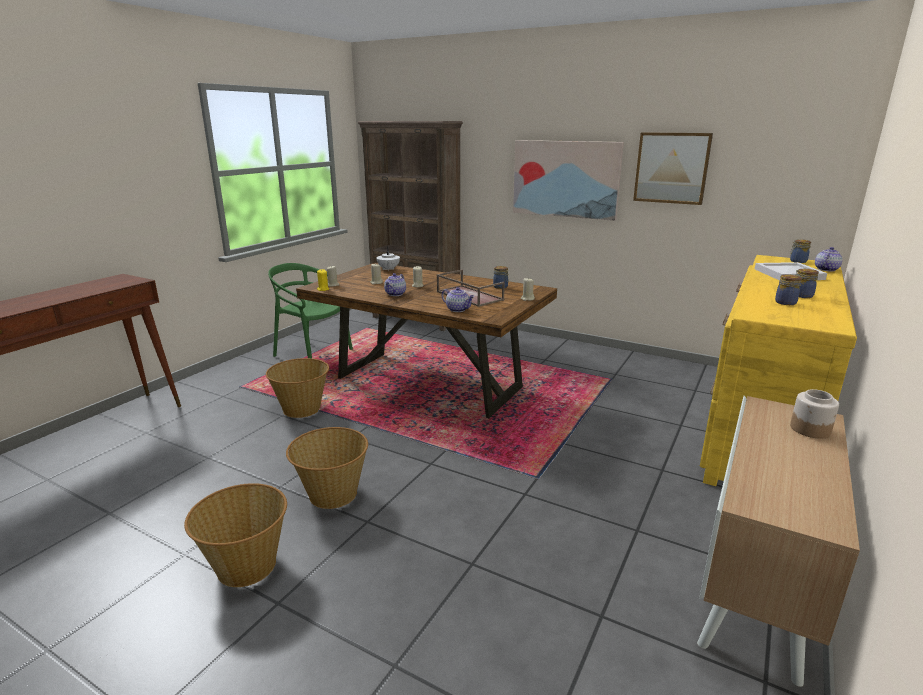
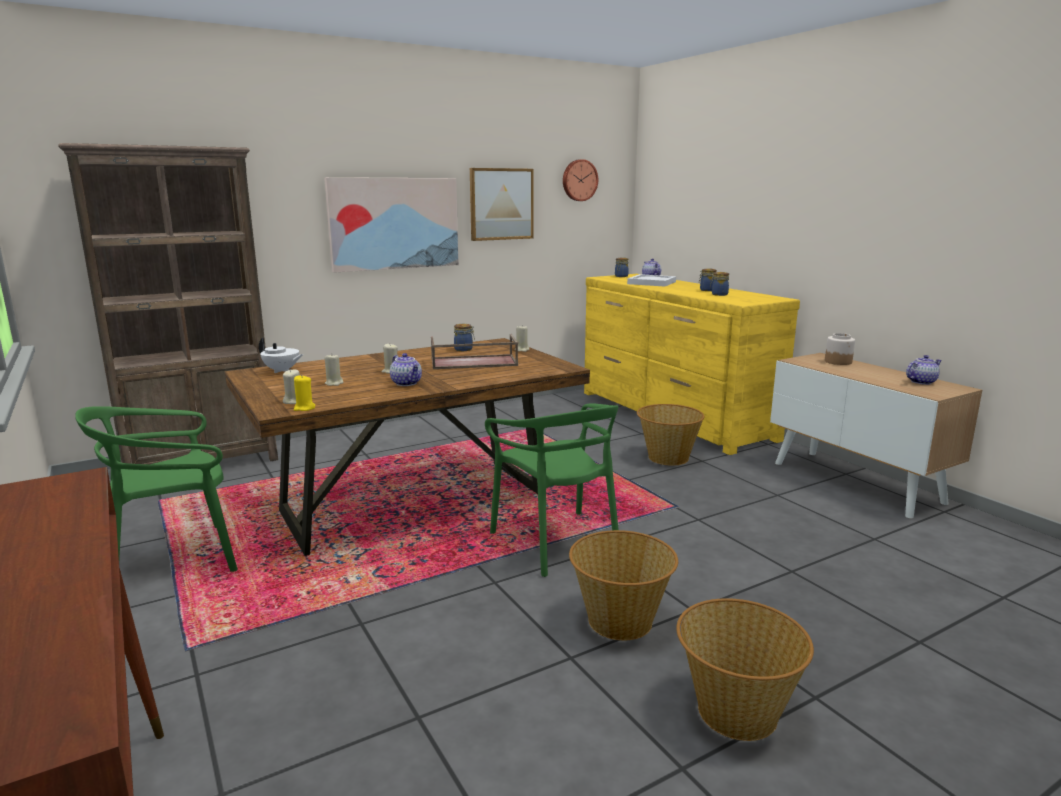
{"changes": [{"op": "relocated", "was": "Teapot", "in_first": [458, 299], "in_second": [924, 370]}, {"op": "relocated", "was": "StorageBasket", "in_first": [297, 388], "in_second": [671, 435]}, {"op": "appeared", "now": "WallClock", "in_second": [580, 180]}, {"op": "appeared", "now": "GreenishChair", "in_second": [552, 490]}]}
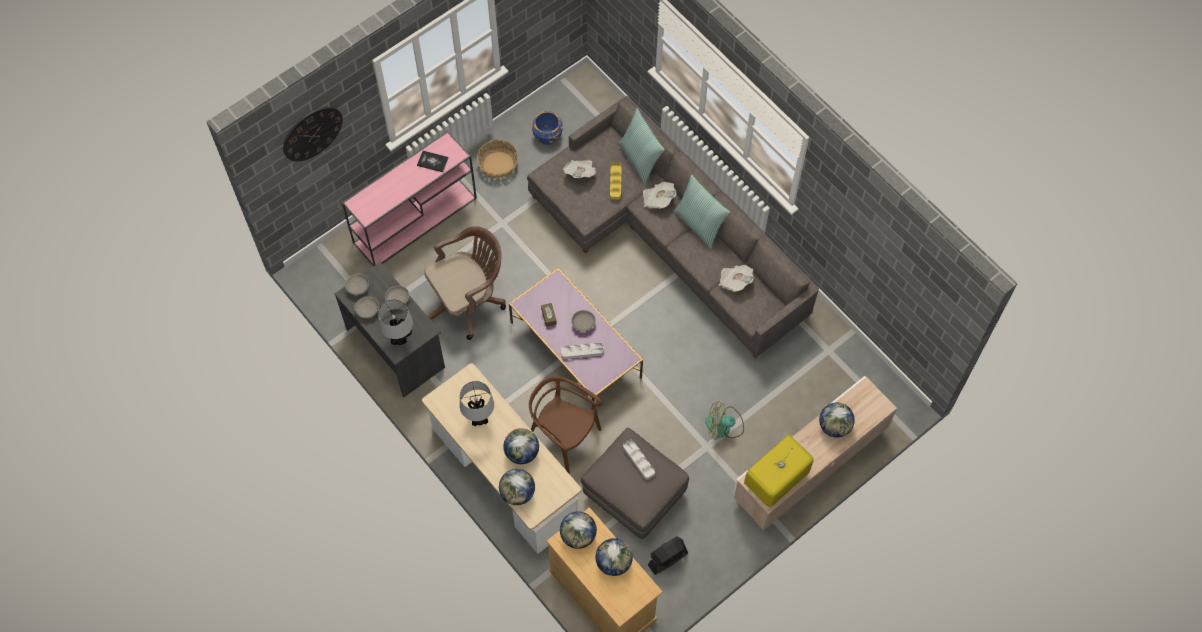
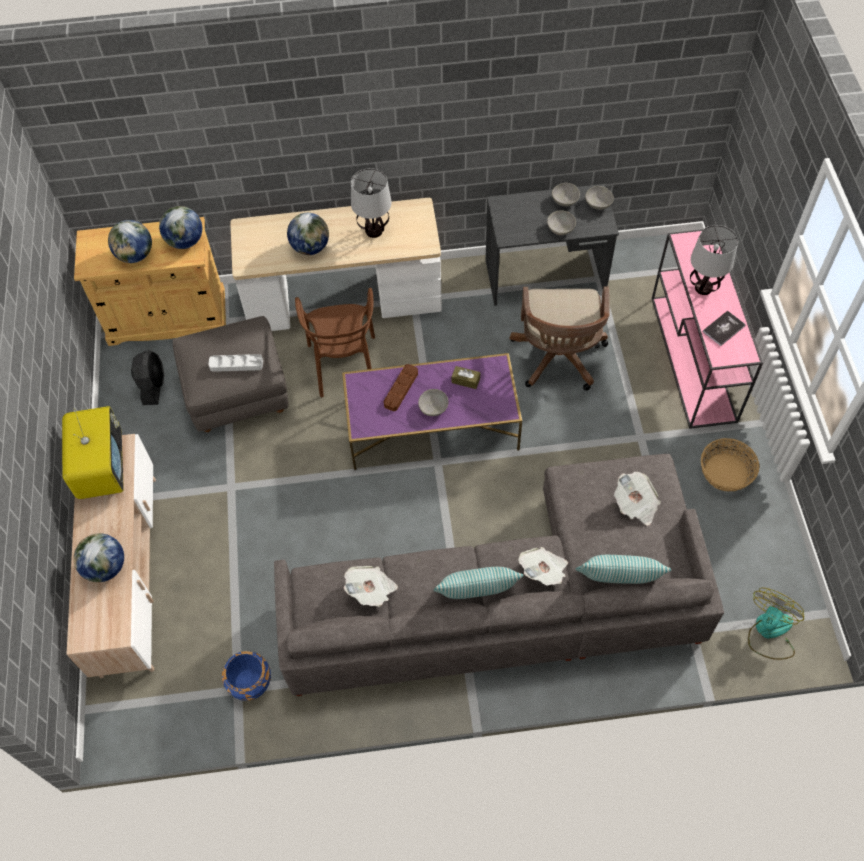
{"changes": [{"op": "missing", "was": "WallClock", "in_first": [313, 134]}, {"op": "relocated", "was": "BluePlantPot", "in_first": [547, 128], "in_second": [246, 676]}, {"op": "missing", "was": "YellowServingTray", "in_first": [616, 181]}, {"op": "relocated", "was": "TableLamp", "in_first": [395, 322], "in_second": [714, 260]}, {"op": "colour", "was": "GreyishServingTray", "now": "BrownColouredServingTray", "in_first": [582, 351], "in_second": [401, 387]}, {"op": "spun", "was": "BrownColouredChair", "in_first": [566, 424], "in_second": [335, 342], "clockwise": 105}, {"op": "relocated", "was": "ElectricFan", "in_first": [724, 420], "in_second": [776, 624]}, {"op": "missing", "was": "WorldGlobe", "in_first": [517, 487]}]}
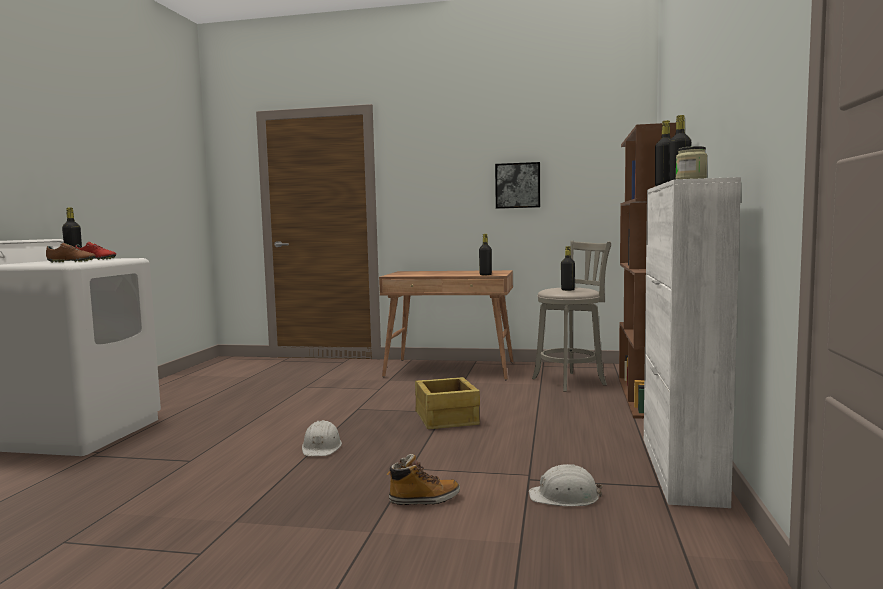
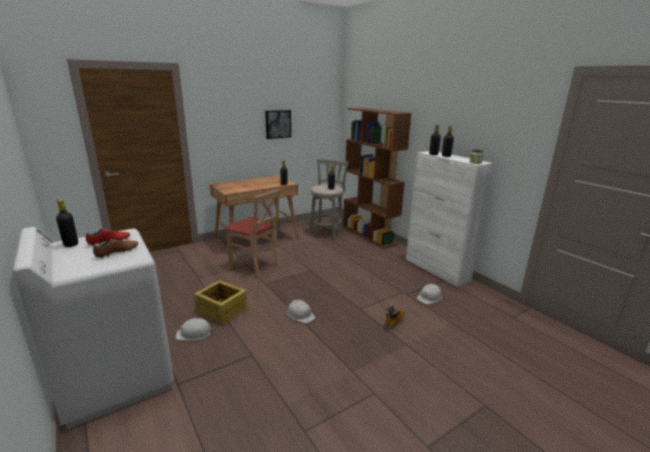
{"changes": [{"op": "relocated", "was": "PackingCrate", "in_first": [447, 403], "in_second": [220, 302]}, {"op": "appeared", "now": "BeigeColouredChair", "in_second": [252, 233]}, {"op": "appeared", "now": "WhiteWorkHelmet", "in_second": [194, 329]}]}
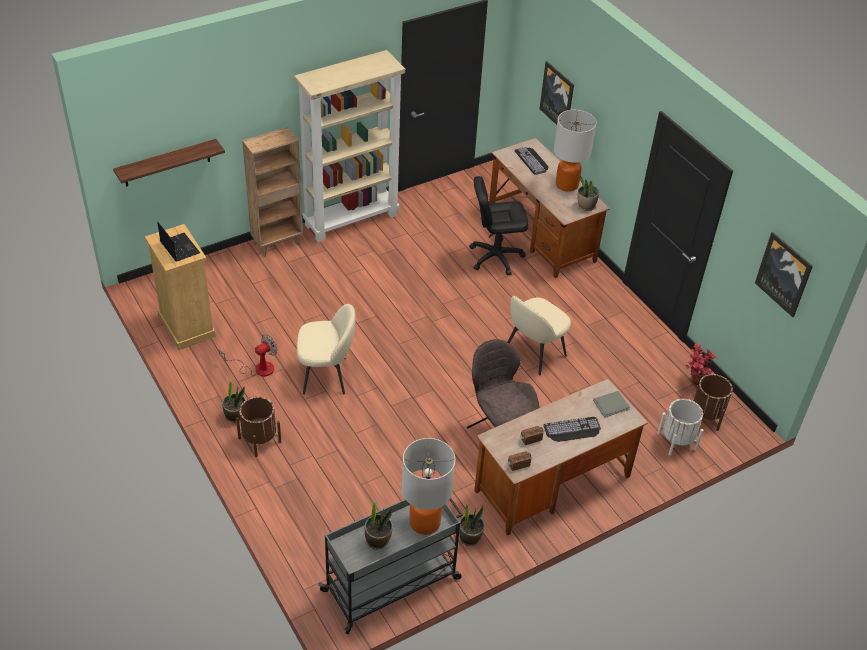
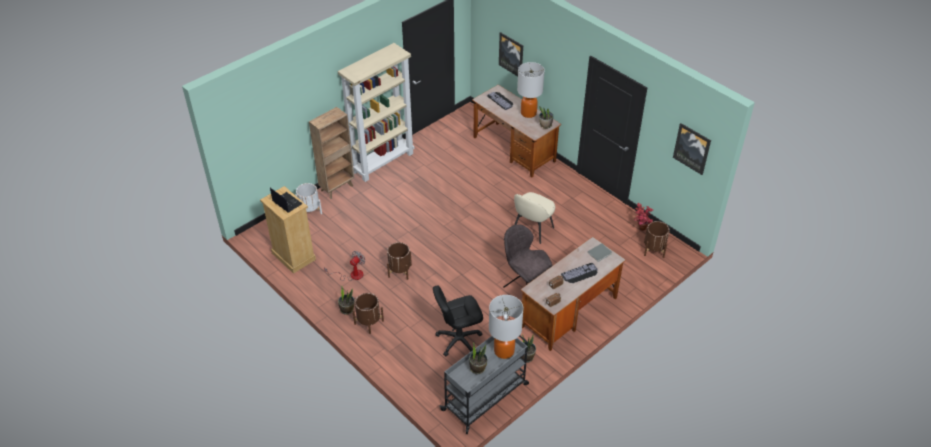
{"changes": [{"op": "missing", "was": "BracketShelf", "in_first": [169, 162]}, {"op": "relocated", "was": "BlackishComputerChair", "in_first": [499, 225], "in_second": [458, 320]}, {"op": "exchanged", "was": "BeigeColouredChair", "now": "BrownColouredPlantPot", "in_first": [326, 349], "in_second": [399, 261]}, {"op": "relocated", "was": "WhitePlantPot", "in_first": [680, 427], "in_second": [309, 198]}]}
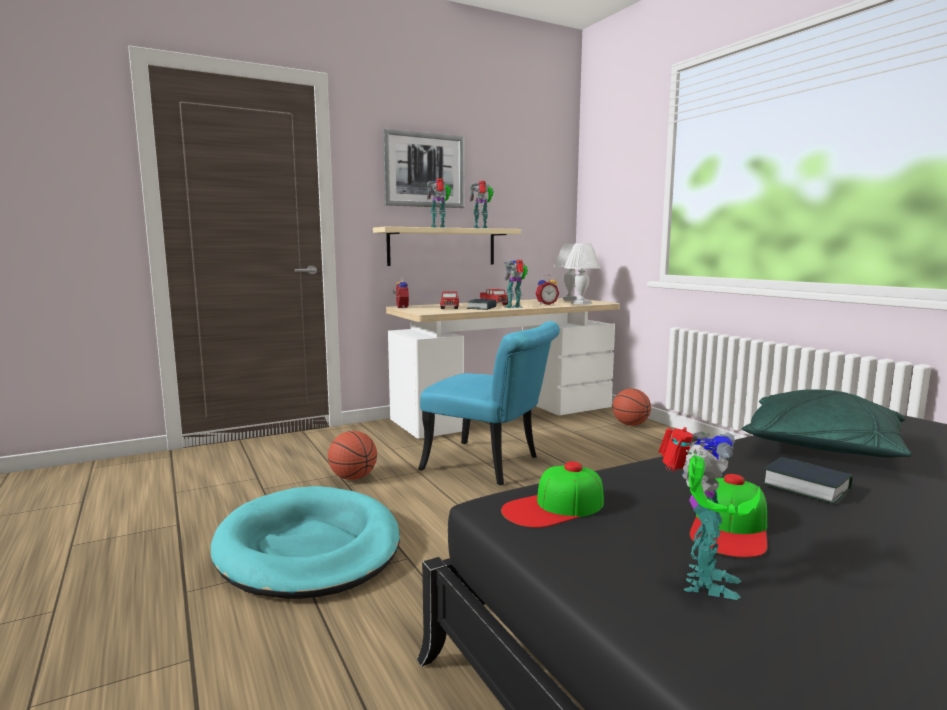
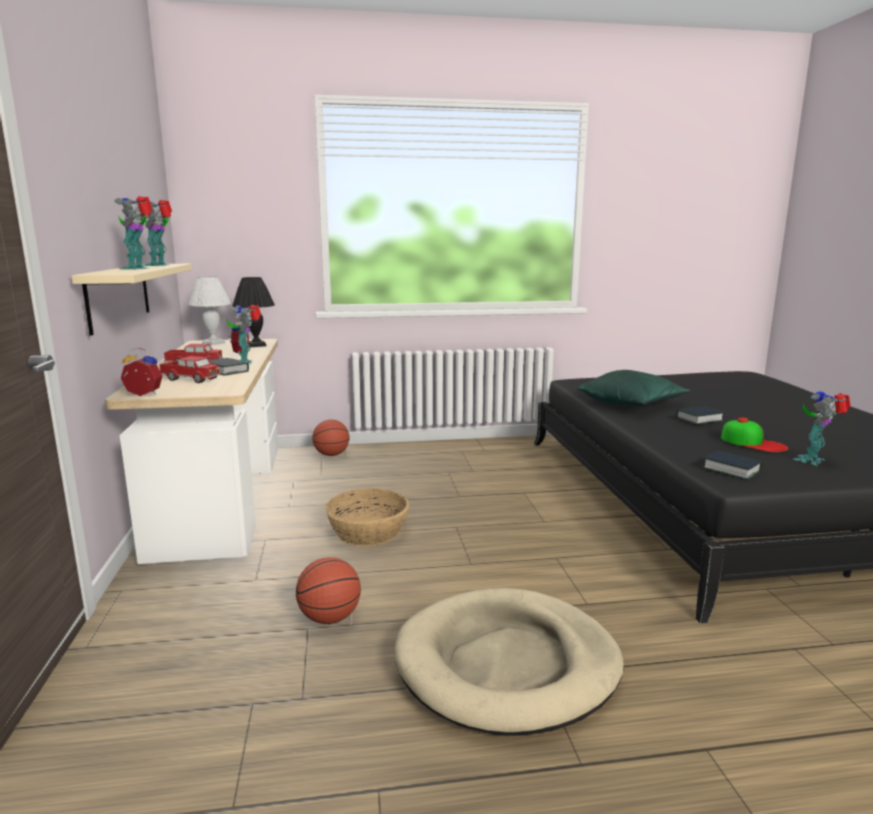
{"changes": [{"op": "missing", "was": "WallPicture", "in_first": [423, 168]}, {"op": "colour", "was": "WhiteTableLamp", "now": "BlackishTableLamp", "in_first": [582, 274], "in_second": [253, 312]}, {"op": "exchanged", "was": "BlueGreenChair", "now": "StorageBasket", "in_first": [489, 403], "in_second": [367, 517]}, {"op": "spun", "was": "ToyRobot", "in_first": [709, 513], "in_second": [822, 428], "clockwise": -90}, {"op": "exchanged", "was": "PeakedCap", "now": "Volume", "in_first": [552, 494], "in_second": [732, 465]}, {"op": "colour", "was": "BlueGreenPetBed", "now": "BeigeColouredPetBed", "in_first": [305, 542], "in_second": [509, 662]}]}
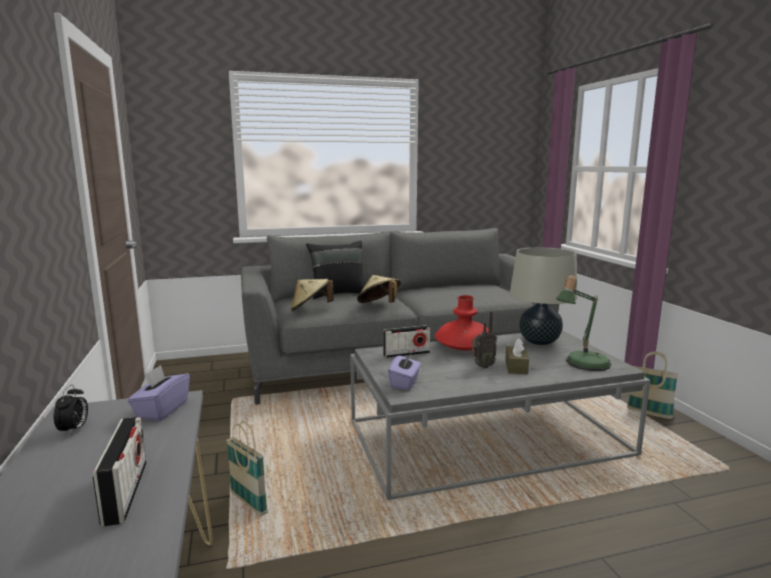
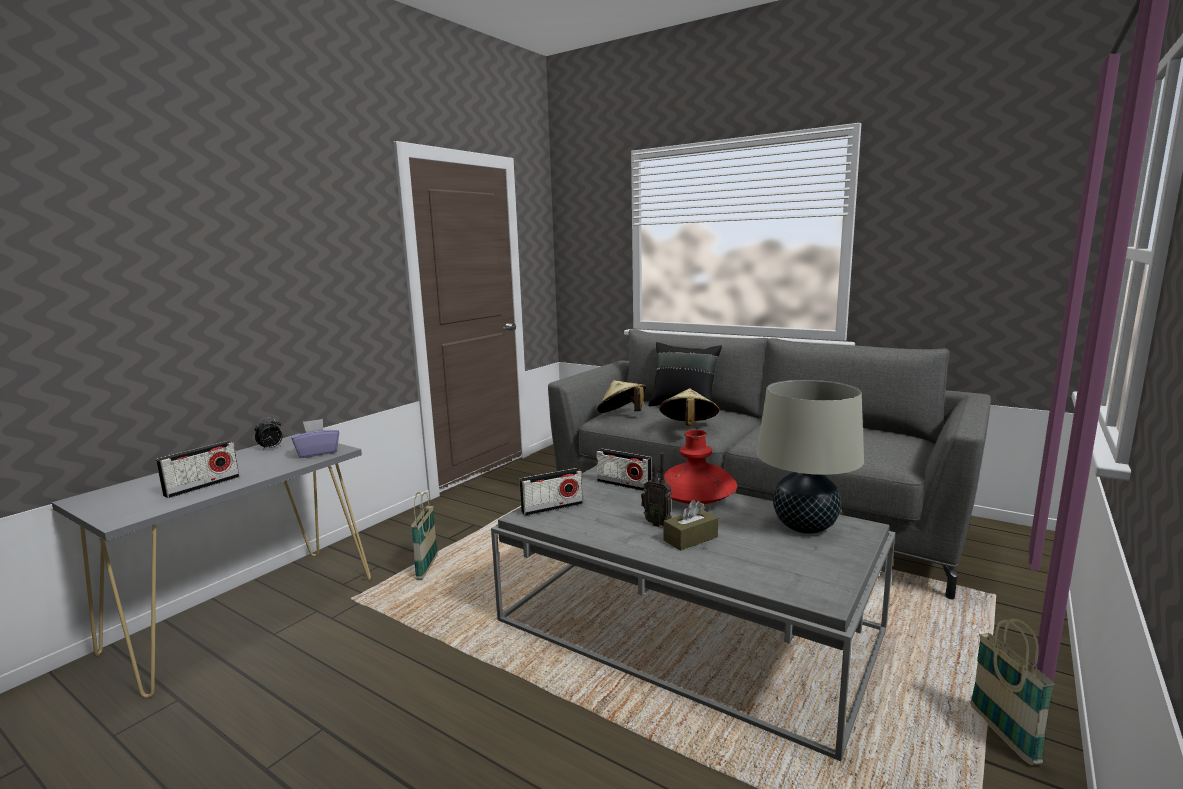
{"changes": [{"op": "missing", "was": "TableLamp", "in_first": [583, 323]}, {"op": "exchanged", "was": "PurpleBoxOfTissues", "now": "RadioSet", "in_first": [404, 371], "in_second": [551, 492]}]}
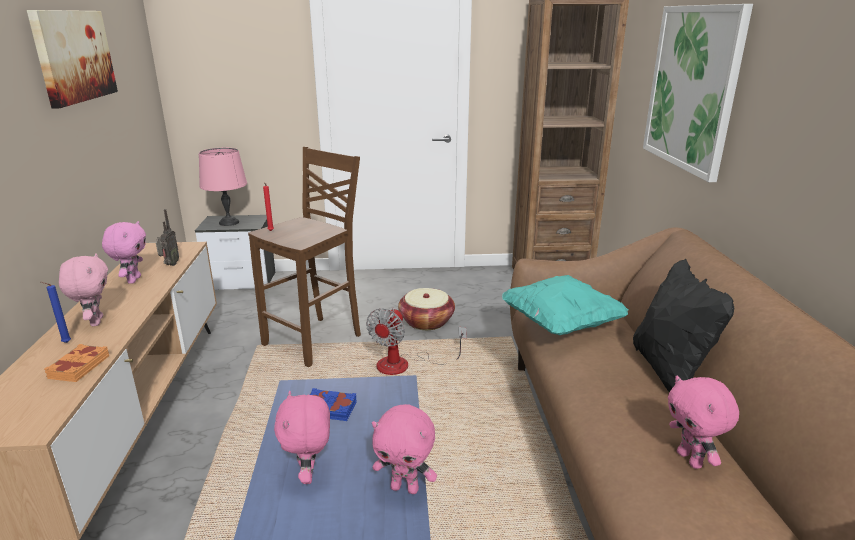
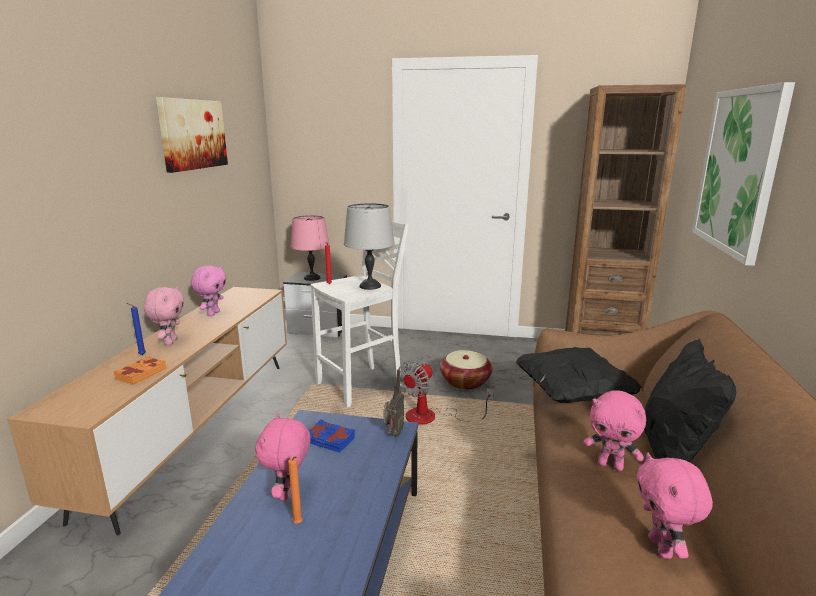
{"changes": [{"op": "colour", "was": "BrownColouredSittingStool", "now": "WhiteSittingStool", "in_first": [304, 257], "in_second": [360, 314]}, {"op": "relocated", "was": "RadioSet", "in_first": [167, 237], "in_second": [393, 402]}, {"op": "colour", "was": "BlueGreenPillow", "now": "BlackishPillow", "in_first": [565, 305], "in_second": [579, 375]}, {"op": "relocated", "was": "PinkSoftToy", "in_first": [404, 449], "in_second": [614, 430]}, {"op": "appeared", "now": "GreyishTableLamp", "in_second": [369, 246]}, {"op": "appeared", "now": "OrangeColouredCandle", "in_second": [295, 490]}]}
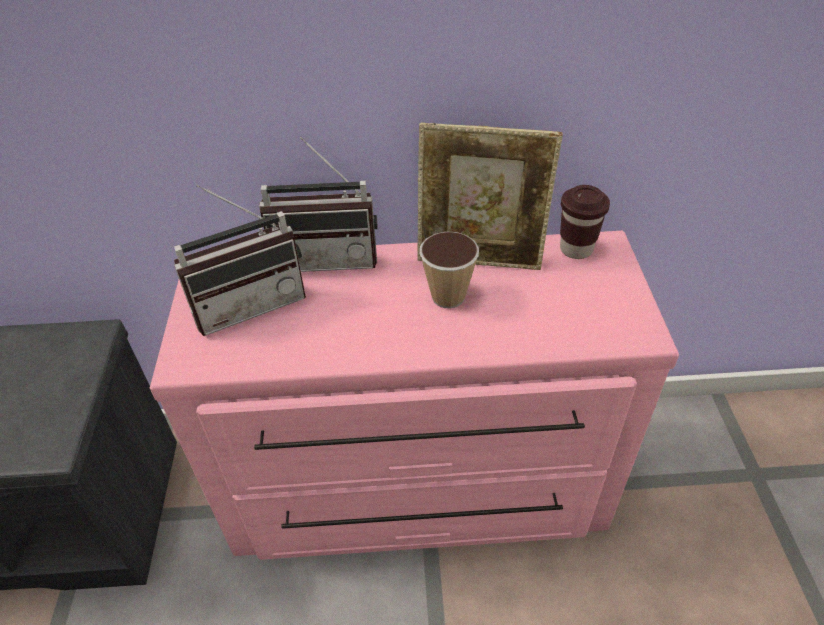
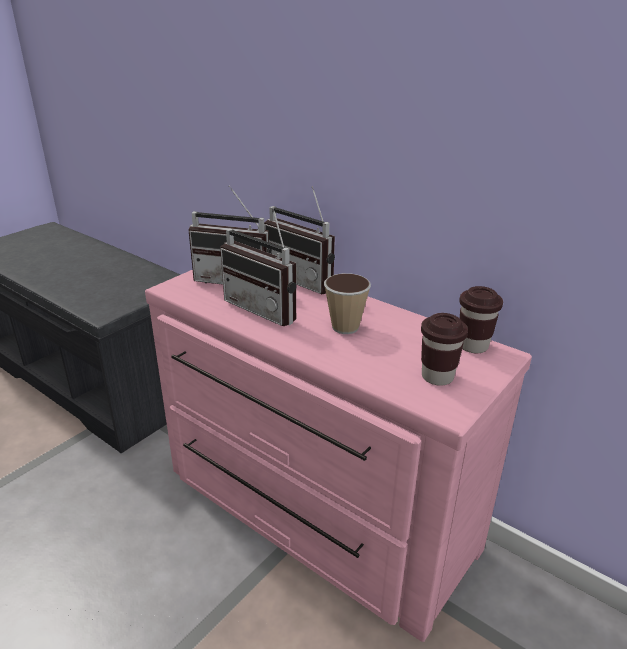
{"changes": [{"op": "missing", "was": "StandingFrame", "in_first": [490, 196]}, {"op": "appeared", "now": "RadioSet", "in_second": [258, 266]}, {"op": "appeared", "now": "BrownColouredDrinkingCup", "in_second": [444, 349]}]}
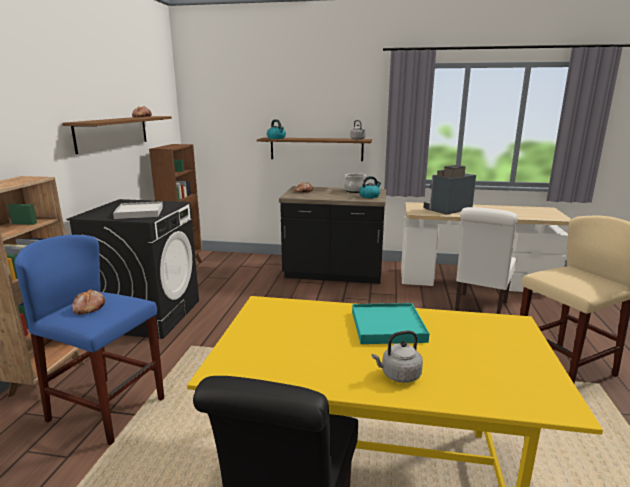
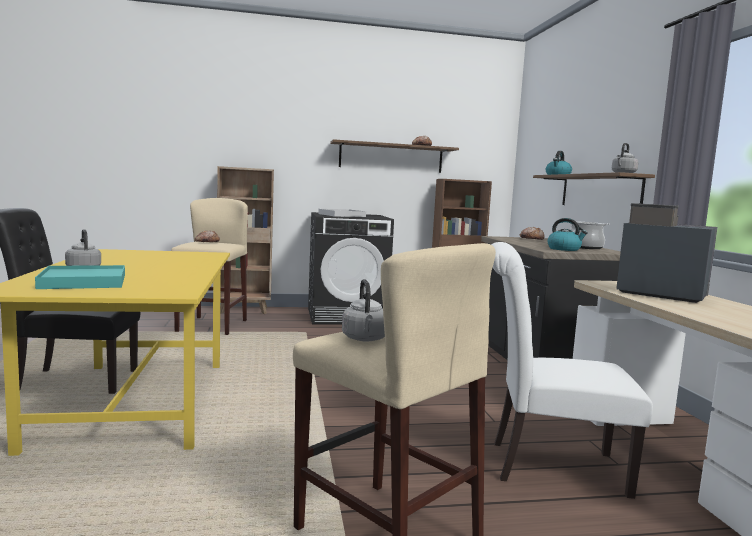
{"changes": [{"op": "colour", "was": "BlueSittingStool", "now": "BeigeColouredSittingStool", "in_first": [89, 340], "in_second": [209, 266]}, {"op": "relocated", "was": "BlueGreenServingTray", "in_first": [390, 323], "in_second": [80, 277]}, {"op": "appeared", "now": "GreyishWaterKettle", "in_second": [363, 310]}]}
